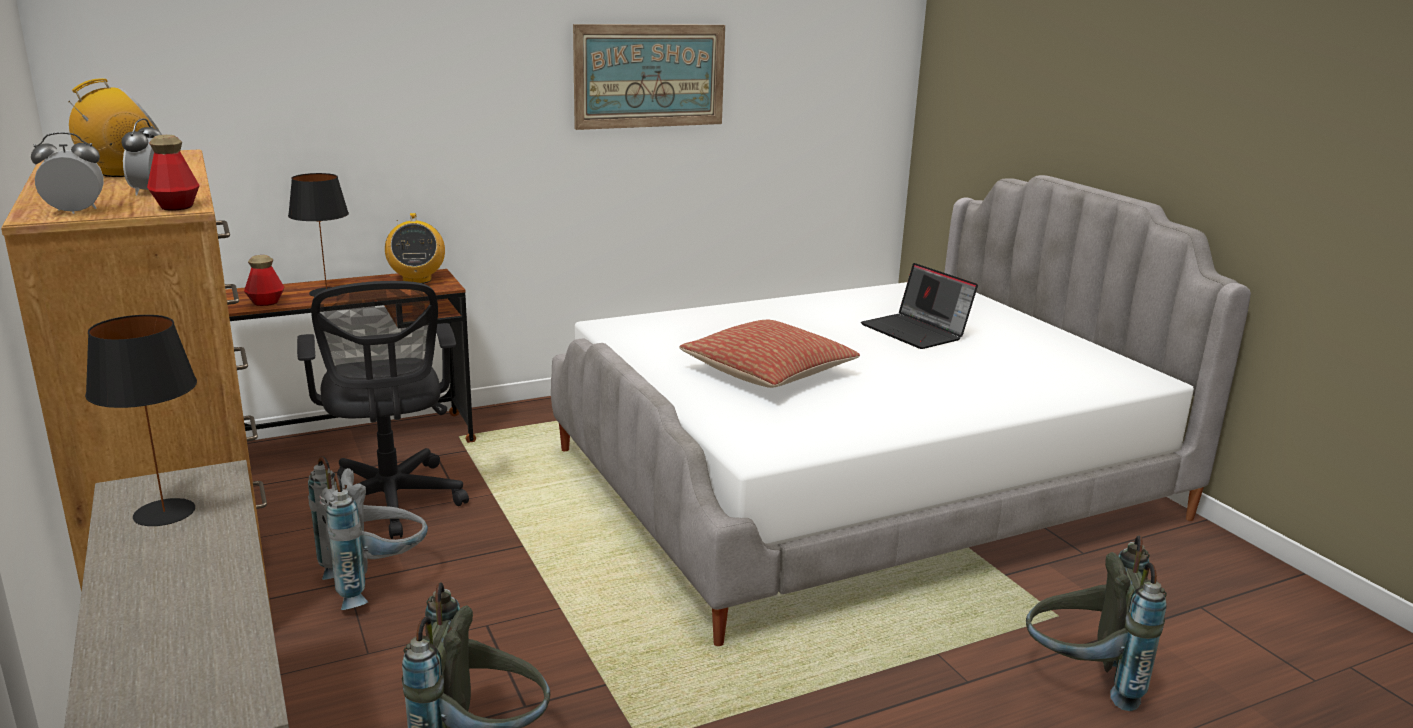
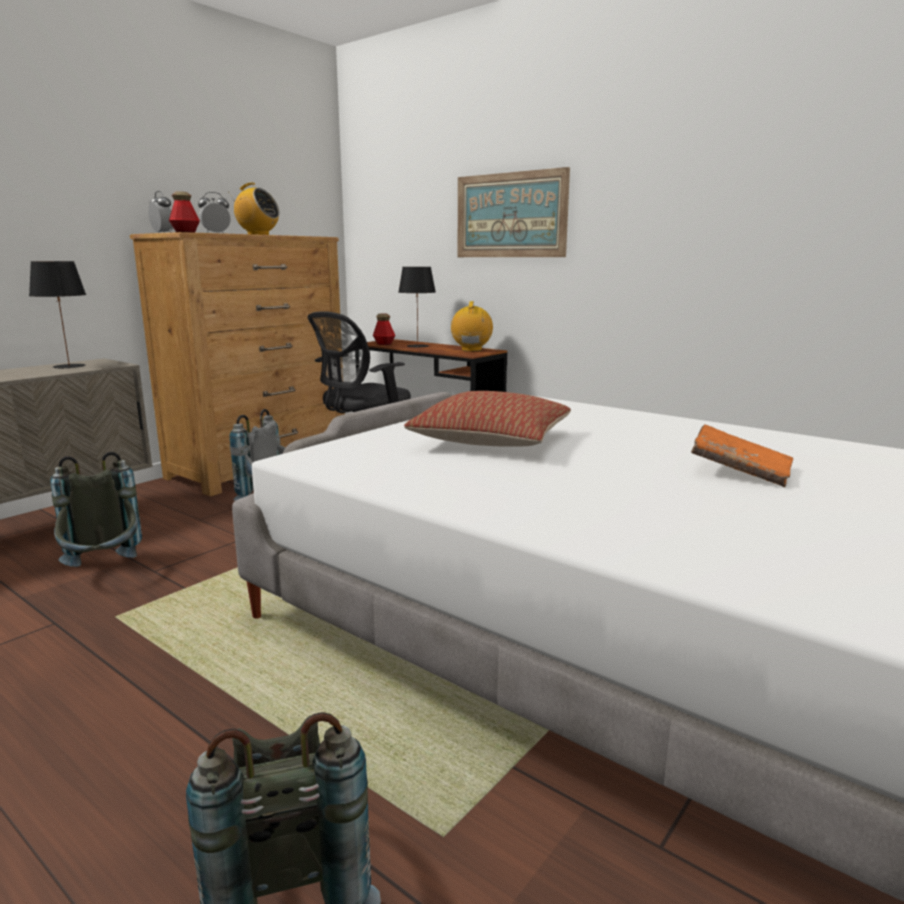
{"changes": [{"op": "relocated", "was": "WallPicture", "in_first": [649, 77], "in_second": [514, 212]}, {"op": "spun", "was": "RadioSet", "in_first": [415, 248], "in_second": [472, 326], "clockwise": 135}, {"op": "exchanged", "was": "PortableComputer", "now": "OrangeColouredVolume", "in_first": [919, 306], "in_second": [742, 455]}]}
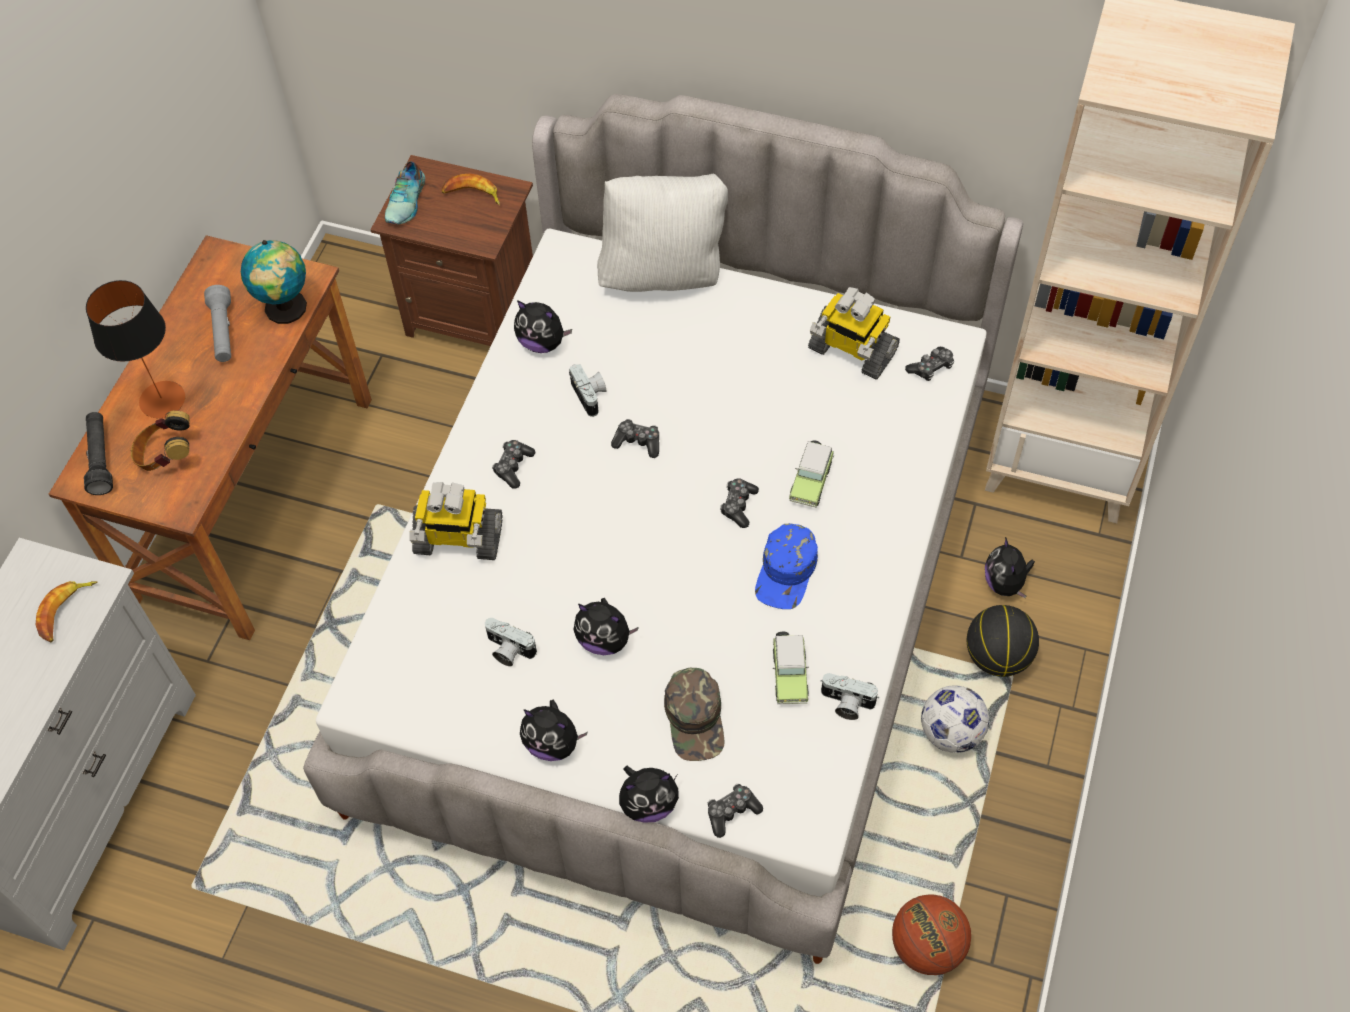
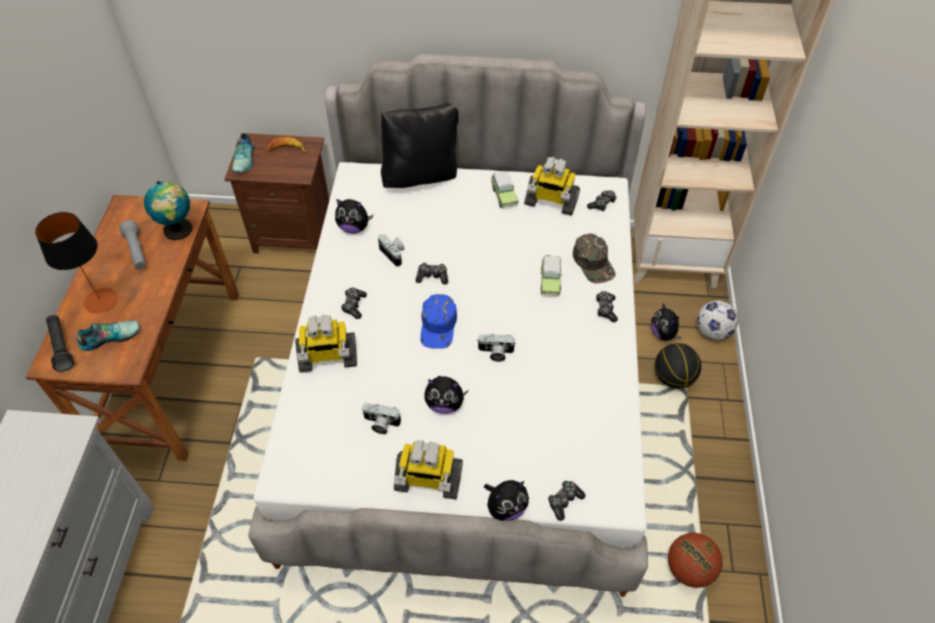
{"changes": [{"op": "colour", "was": "WhitePillow", "now": "BlackishPillow", "in_first": [662, 233], "in_second": [420, 145]}, {"op": "exchanged", "was": "PairOfHeadphones", "now": "Shoe", "in_first": [160, 440], "in_second": [108, 335]}, {"op": "relocated", "was": "GameController", "in_first": [739, 503], "in_second": [607, 306]}, {"op": "relocated", "was": "BluePeakedCap", "in_first": [786, 566], "in_second": [438, 321]}, {"op": "missing", "was": "WholeBanana", "in_first": [67, 611]}, {"op": "relocated", "was": "ModelCar", "in_first": [790, 667], "in_second": [504, 189]}, {"op": "relocated", "was": "GreenishPeakedCap", "in_first": [694, 714], "in_second": [594, 258]}, {"op": "relocated", "was": "StillCamera", "in_first": [849, 696], "in_second": [497, 348]}, {"op": "relocated", "was": "FootballBall", "in_first": [955, 719], "in_second": [718, 320]}, {"op": "exchanged", "was": "SoftToy", "now": "ToyRobot", "in_first": [553, 730], "in_second": [428, 470]}]}
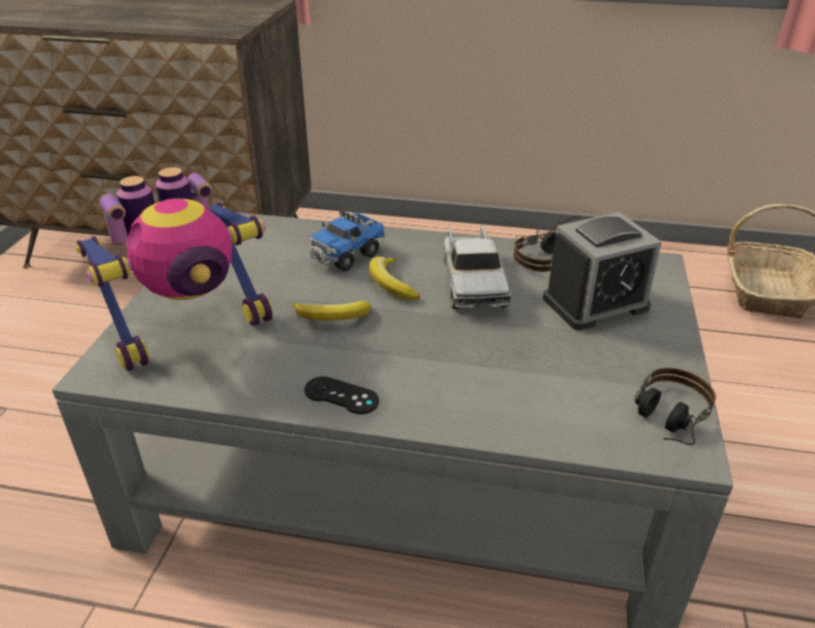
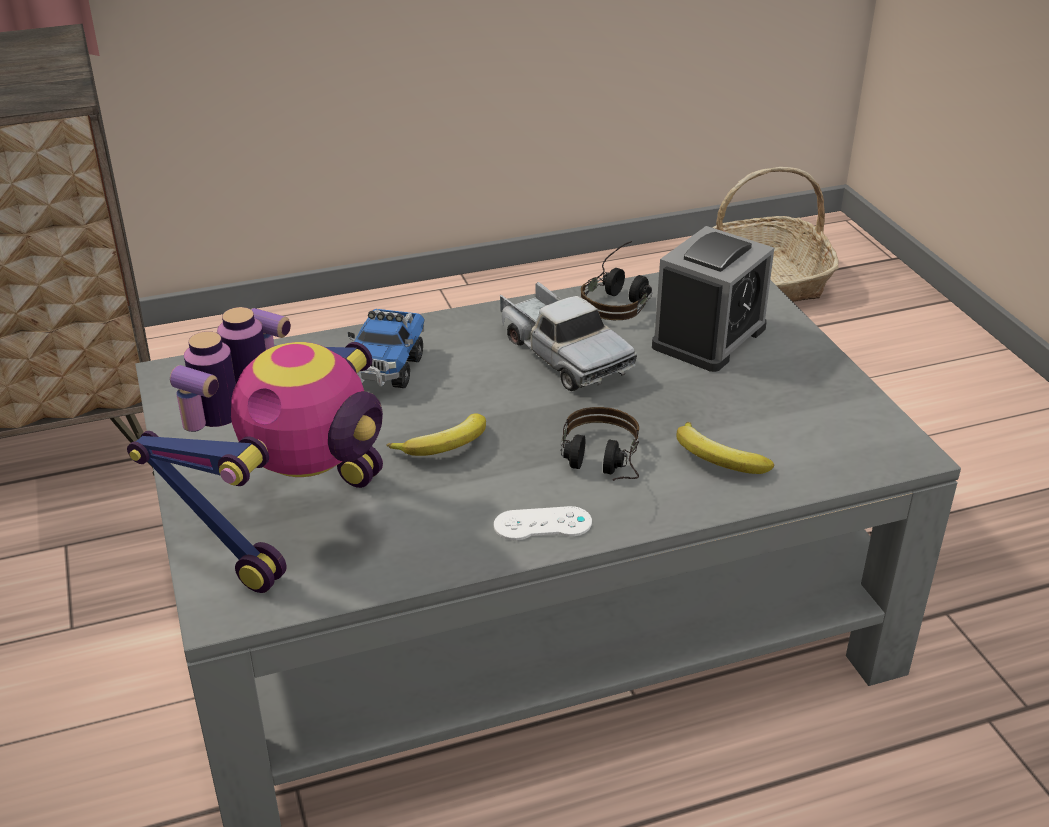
{"changes": [{"op": "relocated", "was": "WholeBanana", "in_first": [394, 278], "in_second": [725, 448]}, {"op": "relocated", "was": "PairOfHeadphones", "in_first": [675, 406], "in_second": [599, 444]}, {"op": "colour", "was": "BlackishGameController", "now": "WhiteGameController", "in_first": [341, 395], "in_second": [543, 523]}]}
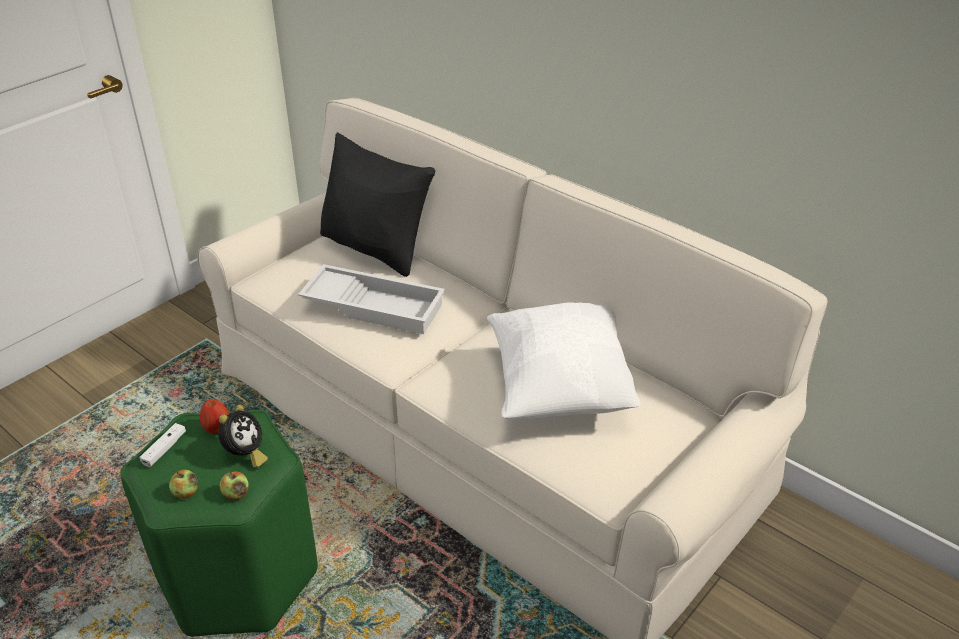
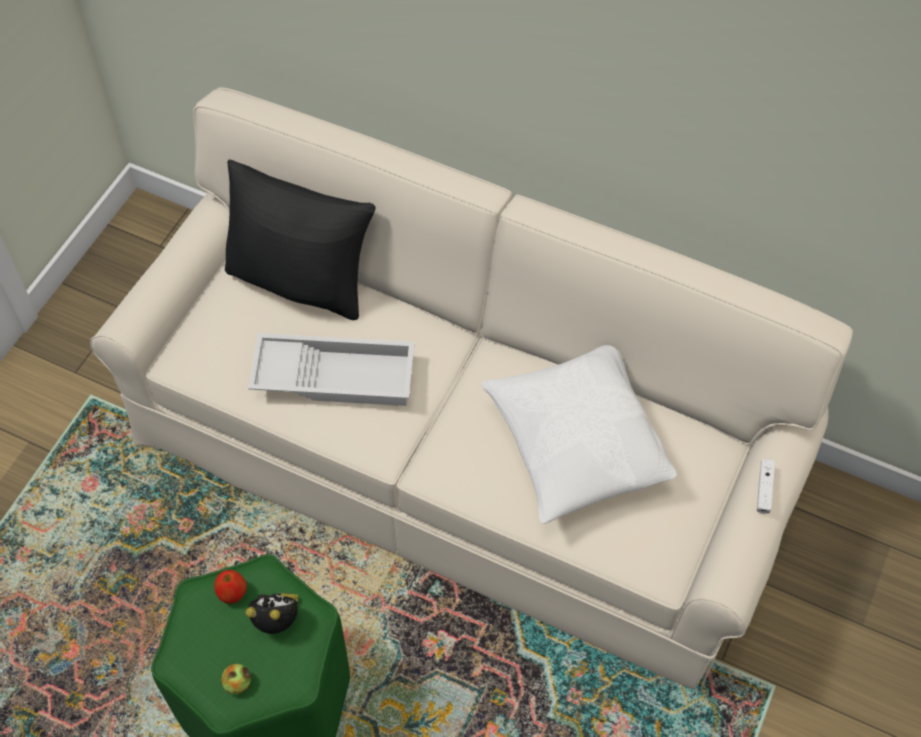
{"changes": [{"op": "spun", "was": "BedsideClock", "in_first": [243, 436], "in_second": [271, 613], "clockwise": -90}, {"op": "relocated", "was": "WhiteGameController", "in_first": [163, 445], "in_second": [766, 486]}, {"op": "missing", "was": "AppleFruit", "in_first": [234, 485]}]}
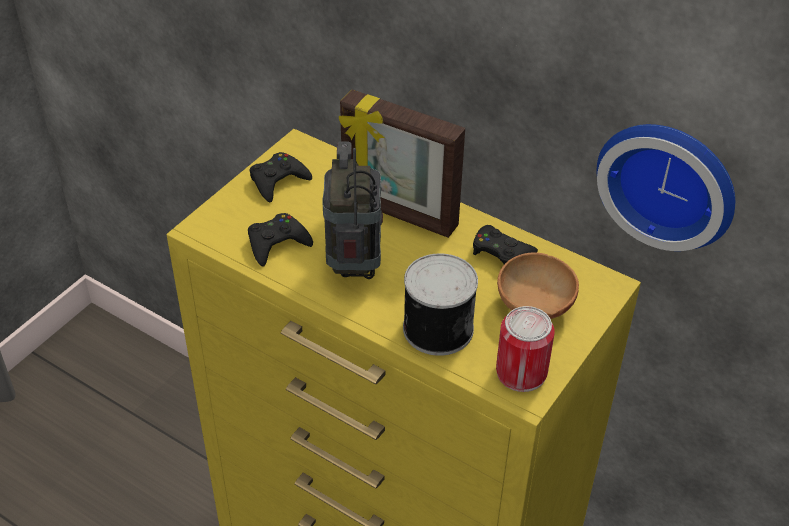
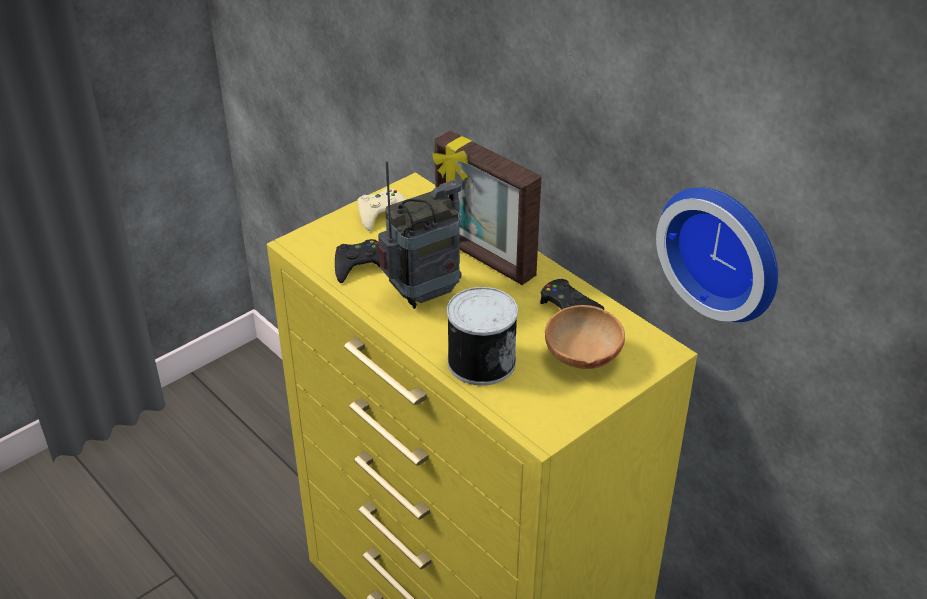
{"changes": [{"op": "spun", "was": "RadioSet", "in_first": [352, 210], "in_second": [419, 235], "clockwise": 45}, {"op": "colour", "was": "BlackishGameController", "now": "BeigeColouredGameController", "in_first": [281, 177], "in_second": [382, 209]}, {"op": "missing", "was": "SealedCan", "in_first": [525, 349]}]}
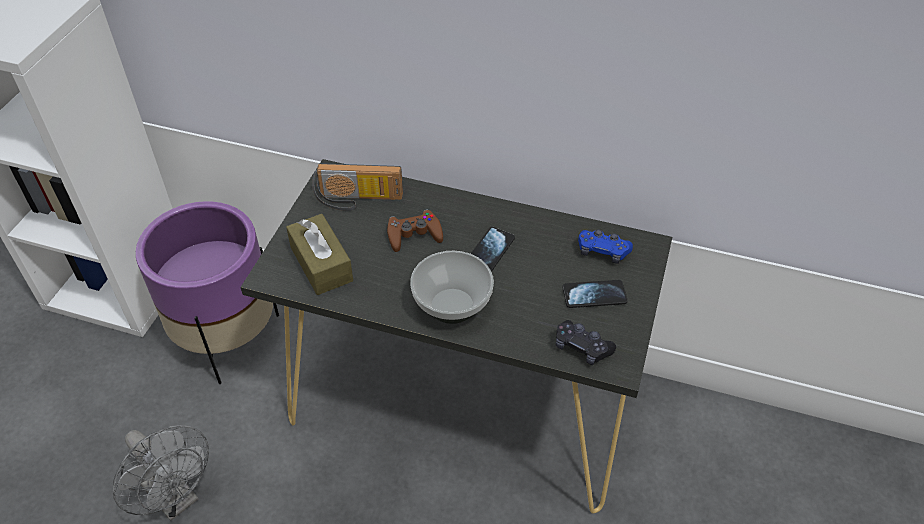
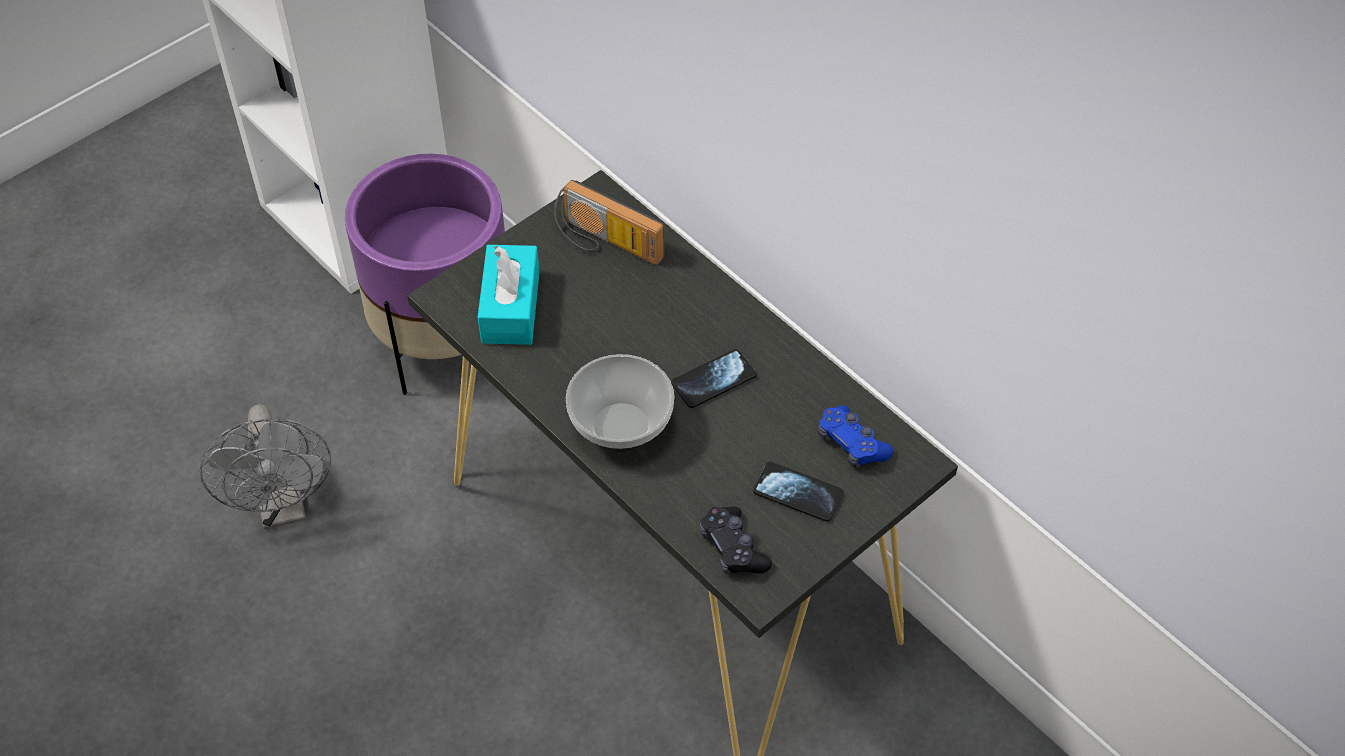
{"changes": [{"op": "missing", "was": "BrownColouredGameController", "in_first": [415, 230]}, {"op": "colour", "was": "BrownColouredBoxOfTissues", "now": "BlueGreenBoxOfTissues", "in_first": [319, 254], "in_second": [509, 295]}]}
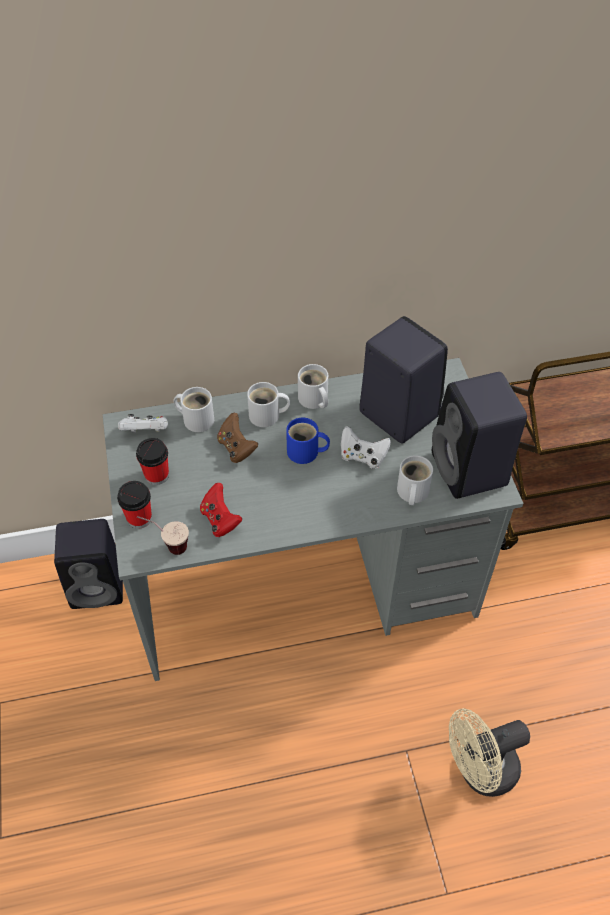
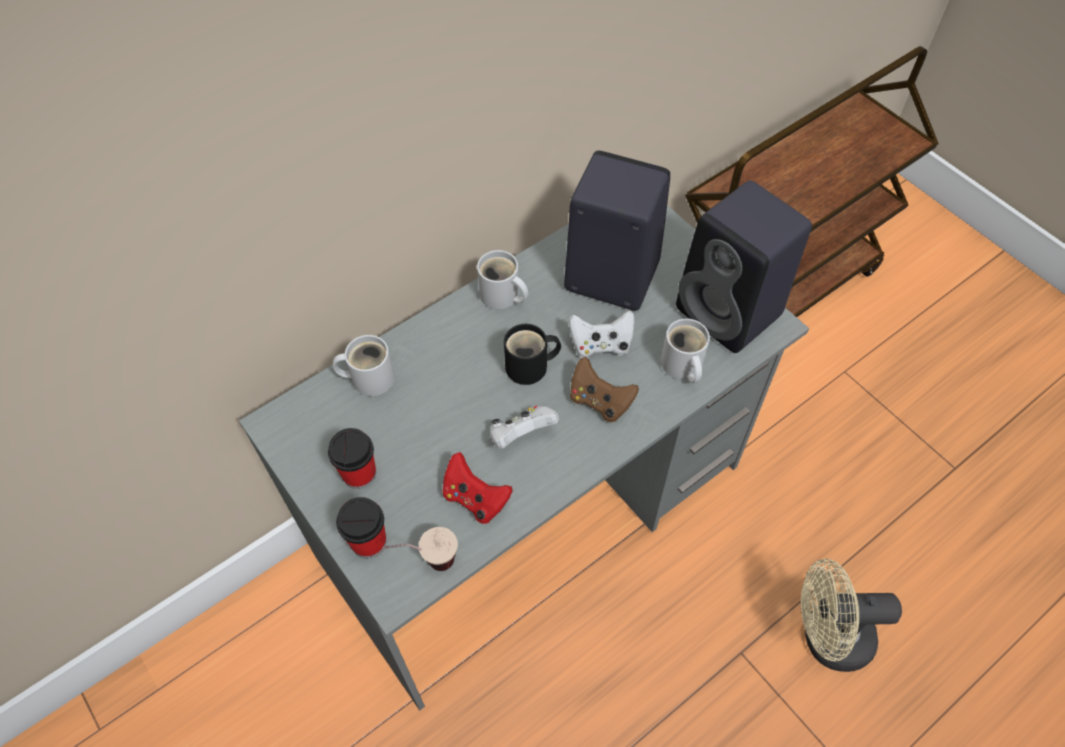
{"changes": [{"op": "missing", "was": "WhiteTeaMug", "in_first": [268, 404]}, {"op": "relocated", "was": "BrownColouredGameController", "in_first": [237, 438], "in_second": [604, 389]}, {"op": "relocated", "was": "WhiteGameController", "in_first": [143, 423], "in_second": [524, 427]}, {"op": "colour", "was": "BlueTeaMug", "now": "BlackishTeaMug", "in_first": [308, 441], "in_second": [532, 354]}, {"op": "missing", "was": "BlackishAudioSpeaker", "in_first": [88, 564]}, {"op": "spun", "was": "BeigeColouredElectricFan", "in_first": [489, 752], "in_second": [851, 615], "clockwise": 45}]}
